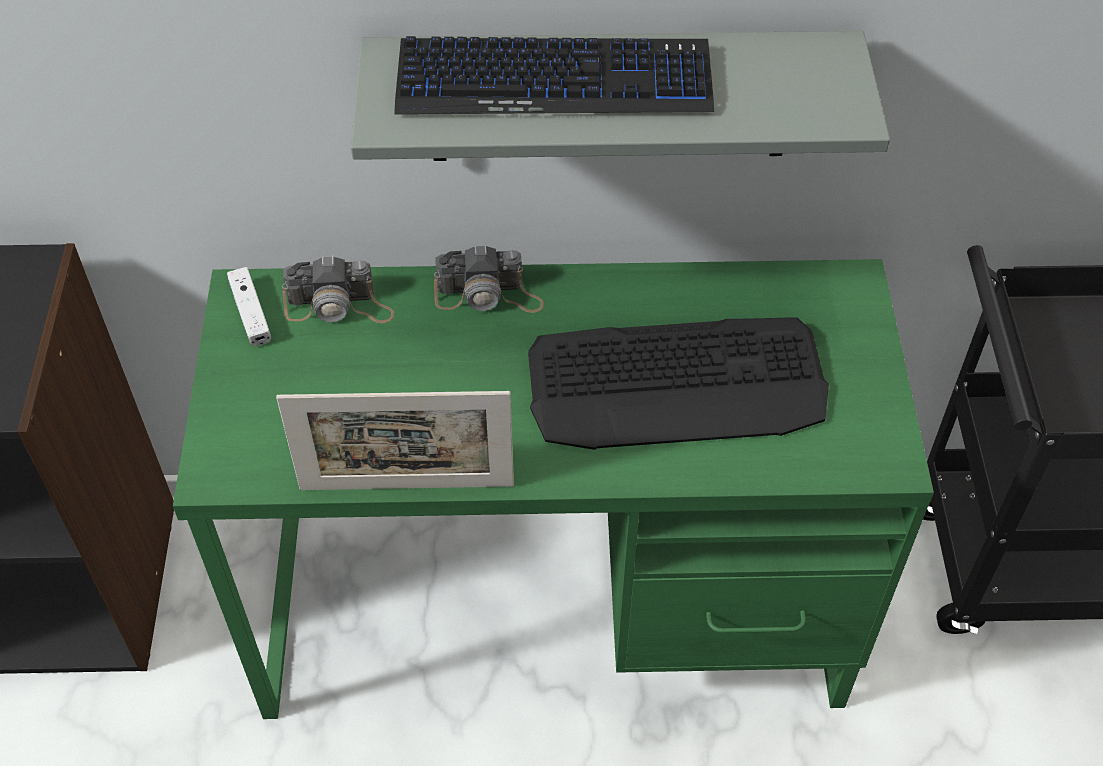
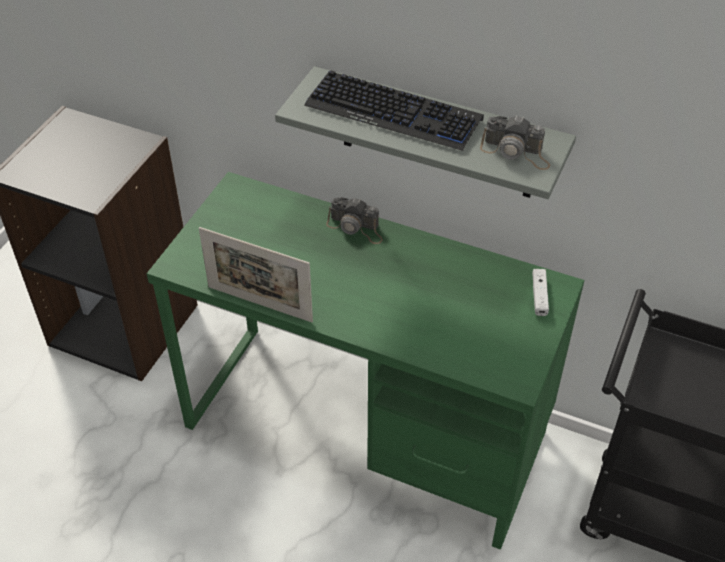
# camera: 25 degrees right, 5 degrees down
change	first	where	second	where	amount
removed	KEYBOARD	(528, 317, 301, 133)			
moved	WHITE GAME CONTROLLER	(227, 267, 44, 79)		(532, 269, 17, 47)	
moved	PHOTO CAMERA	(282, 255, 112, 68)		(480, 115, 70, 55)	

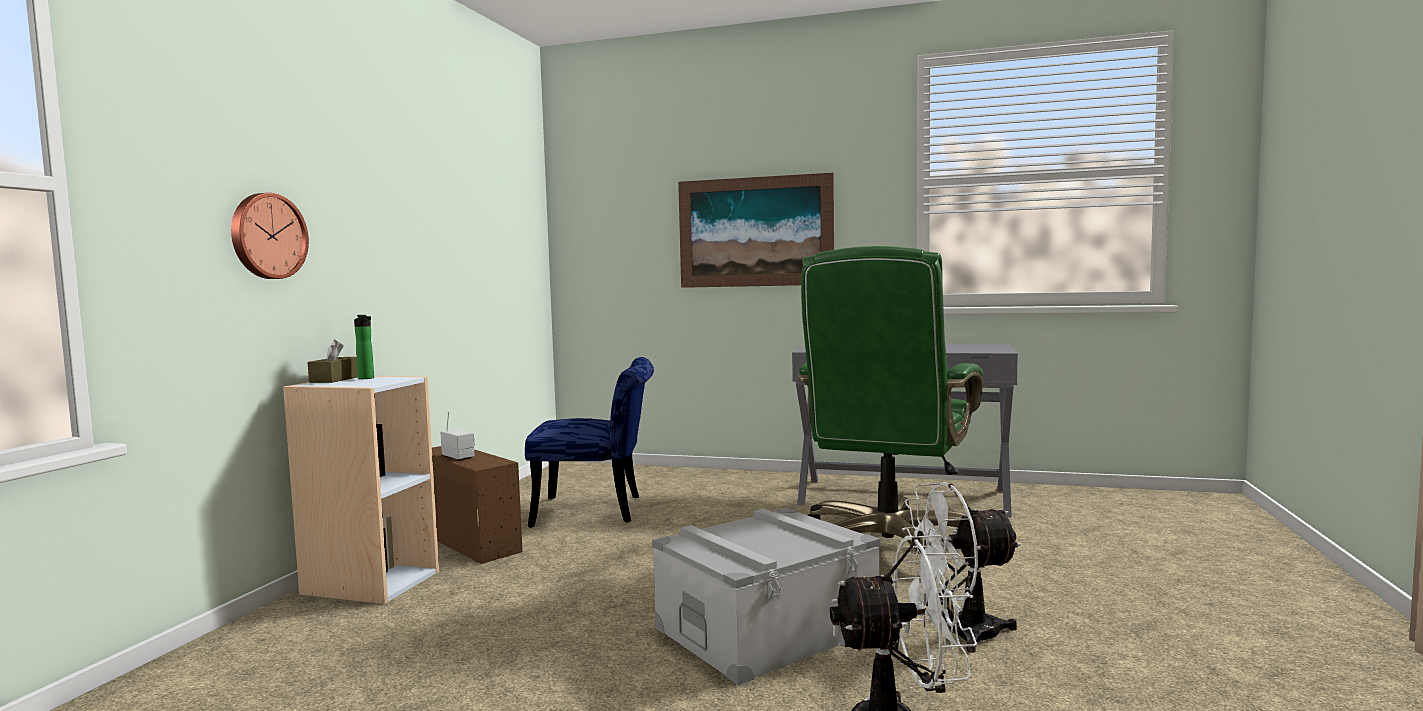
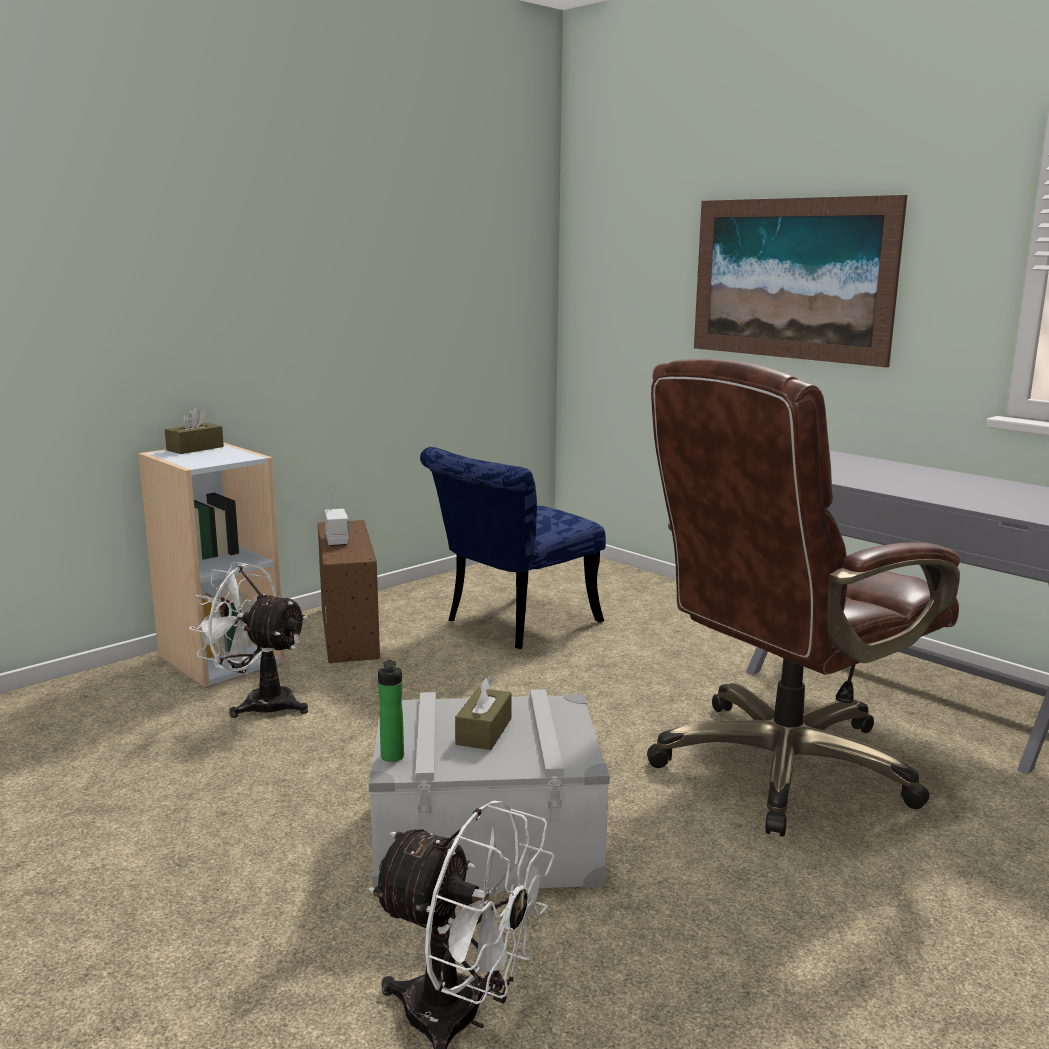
# camera: 30 degrees right, 10 degrees up
change	first	where	second	where	amount
removed	WALL CLOCK	(231, 193, 78, 86)			
added			BROWN TISSUE BOX	(455, 677, 57, 73)	
moved	BOTTLE	(354, 315, 20, 64)		(378, 659, 26, 103)	
moved	WHITE FAN	(902, 482, 120, 171)		(189, 562, 119, 156)	
recoloured	GREEN OFFICE CHAIR	(798, 246, 185, 310)	BROWN OFFICE CHAIR	(647, 359, 313, 478)	
turned	BLUE CHAIR	(525, 357, 129, 171)		(420, 447, 186, 202)	105 degrees clockwise

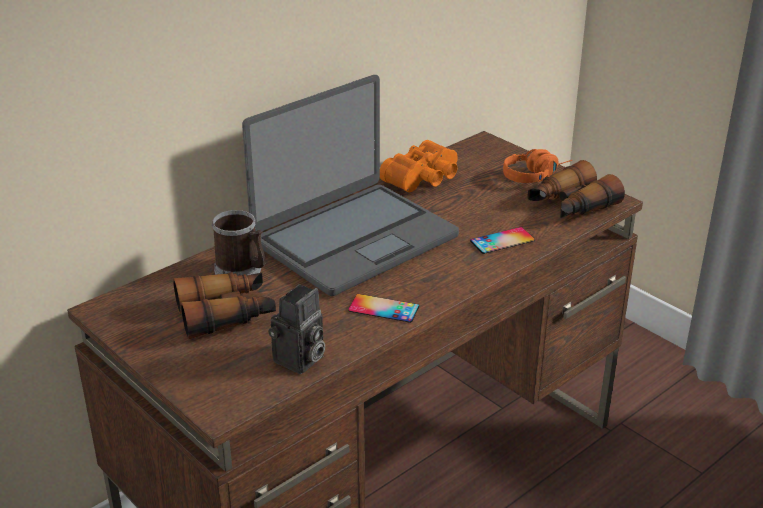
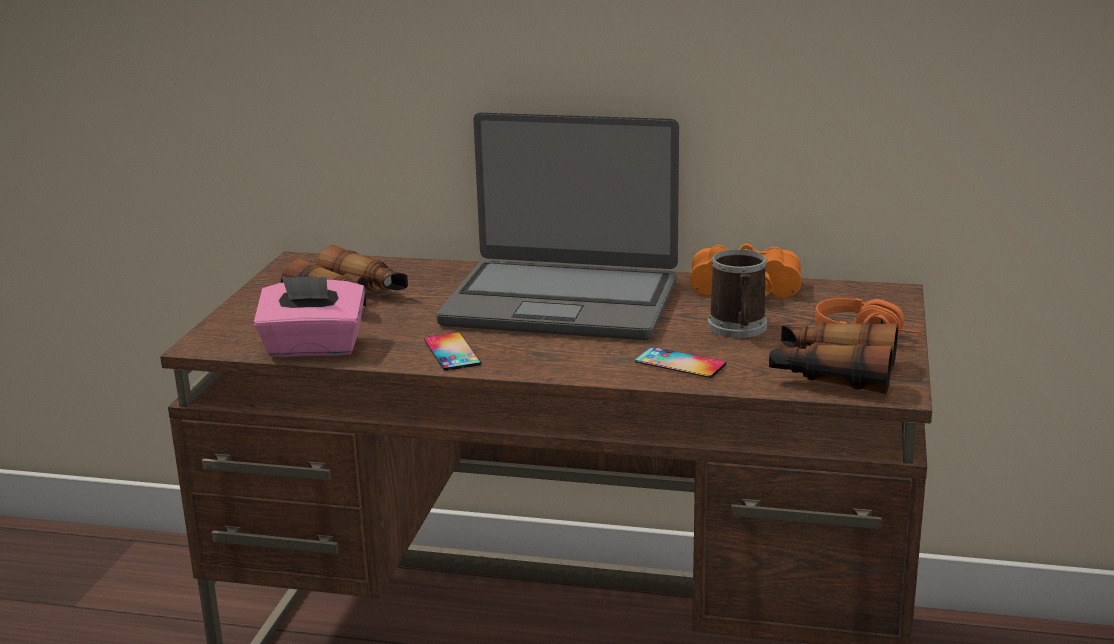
# camera: 55 degrees right, 10 degrees down
change	first	where	second	where	amount
moved	MUG	(212, 210, 54, 66)		(708, 249, 59, 89)	
replaced	PHOTO CAMERA	(268, 284, 57, 90)	PINK TISSUE BOX	(254, 276, 111, 81)	

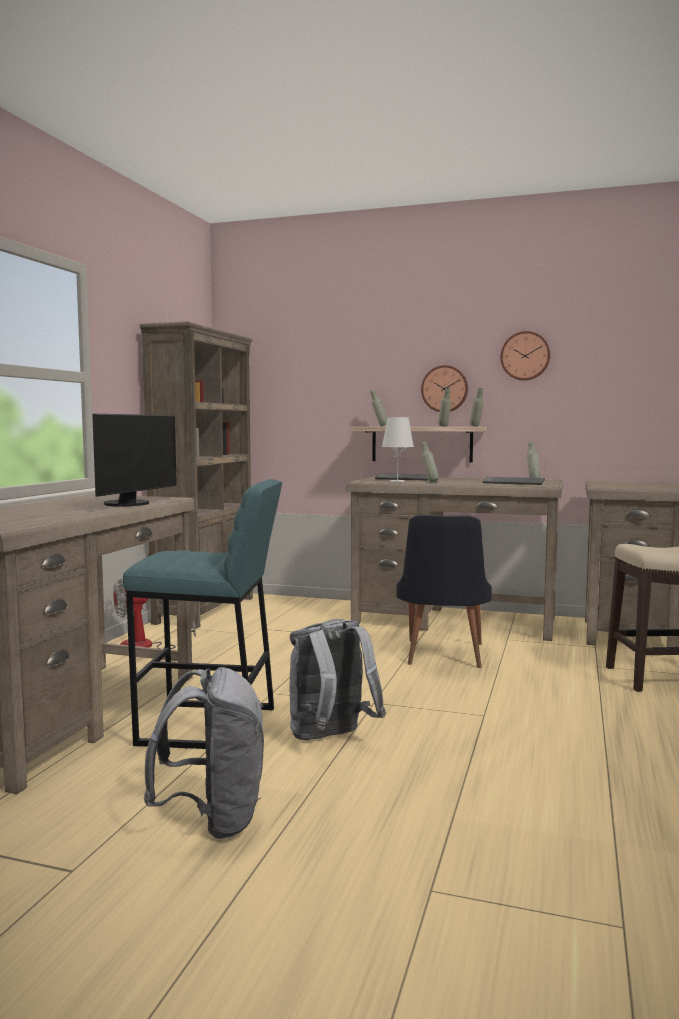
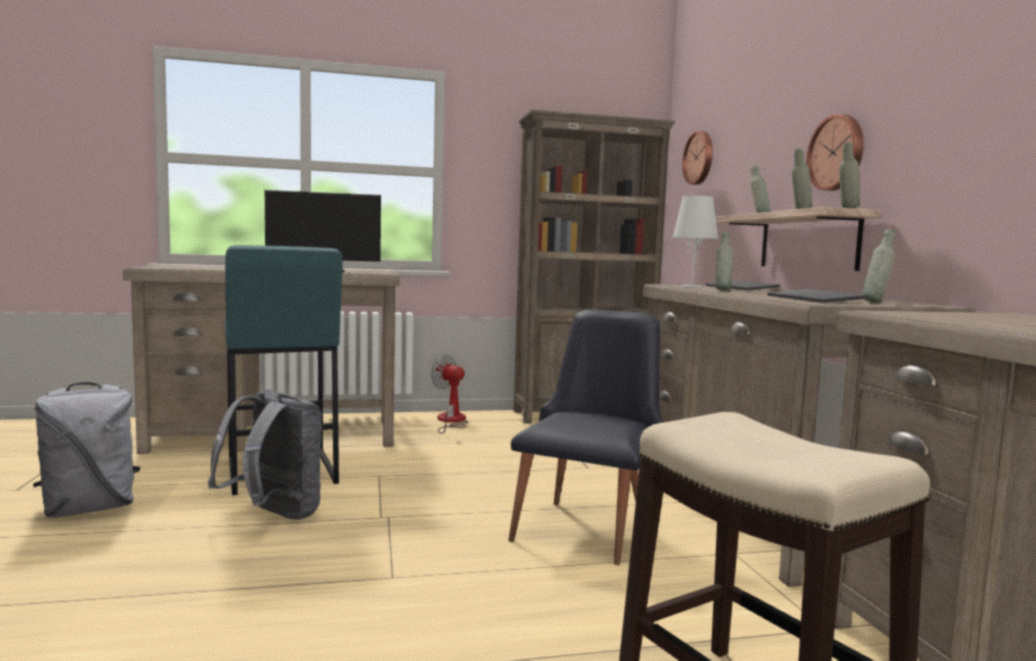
# camera: 60 degrees right, 0 degrees up
change	first	where	second	where	amount
moved	WALL CLOCK	(500, 331, 50, 50)		(682, 131, 31, 54)	
turned	BLACK CHAIR	(396, 514, 96, 154)		(508, 309, 155, 256)	135 degrees clockwise

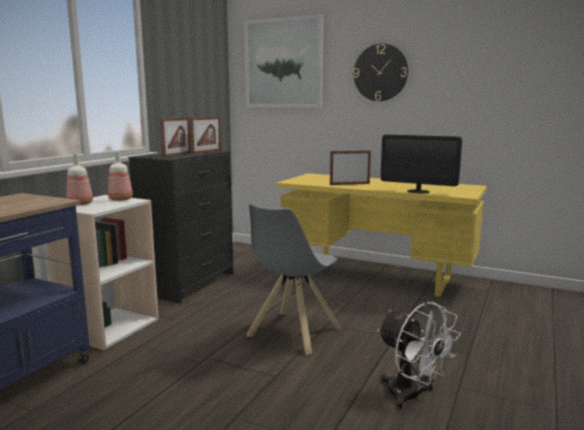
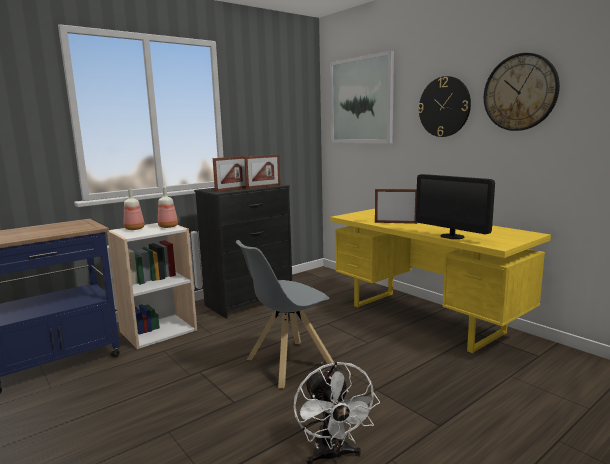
# camera: 25 degrees right, 0 degrees up
change	first	where	second	where	amount
added			WALL CLOCK	(484, 53, 76, 78)	

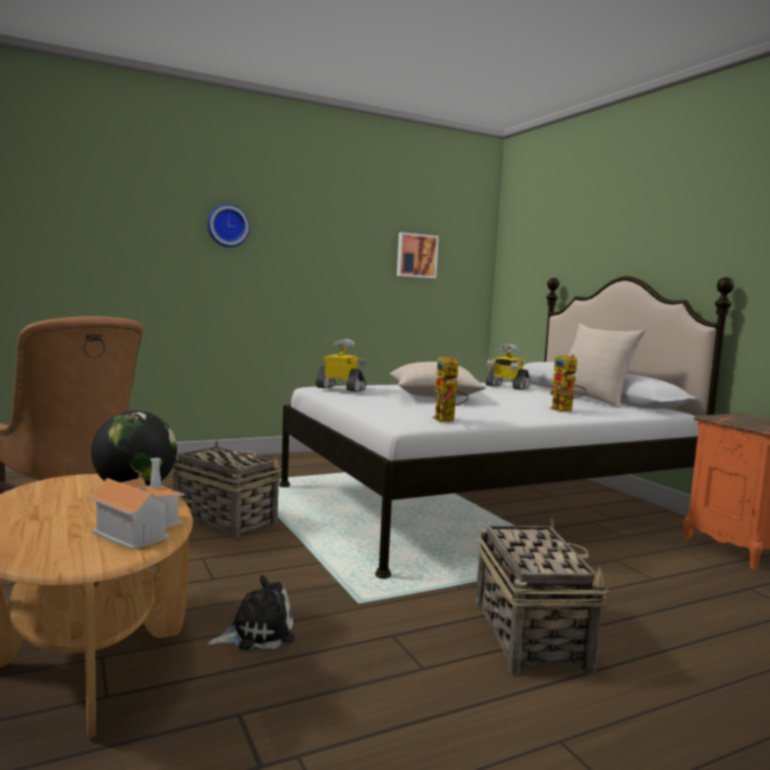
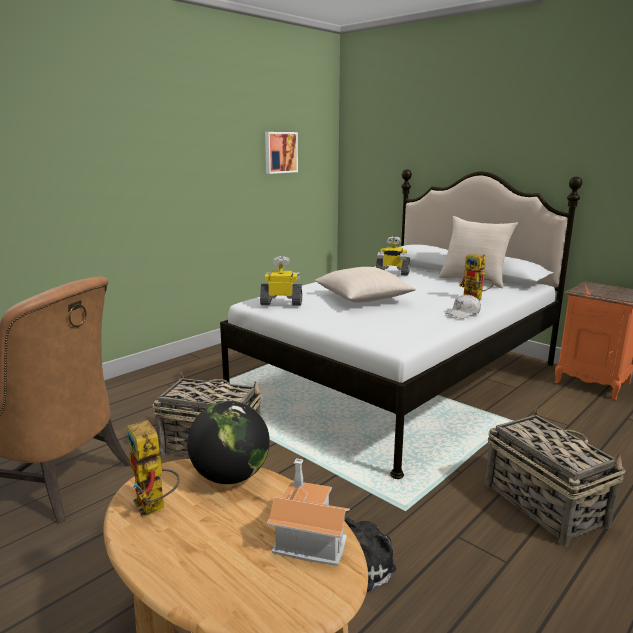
# camera: 20 degrees left, 10 degrees up
change	first	where	second	where	amount
removed	WALL CLOCK	(207, 204, 43, 43)			
added			WHITE CAP	(445, 294, 36, 25)	
moved	TOY ROBOT	(433, 356, 36, 66)		(127, 420, 53, 98)	

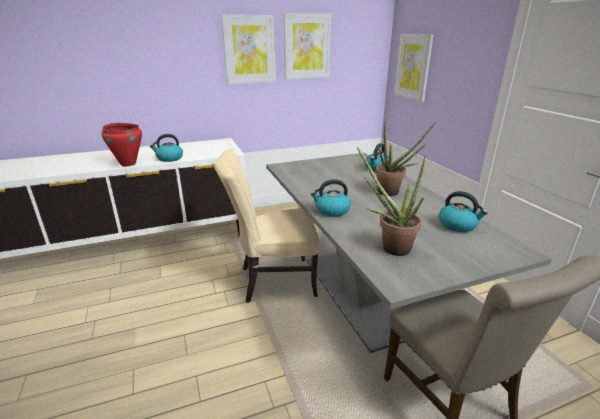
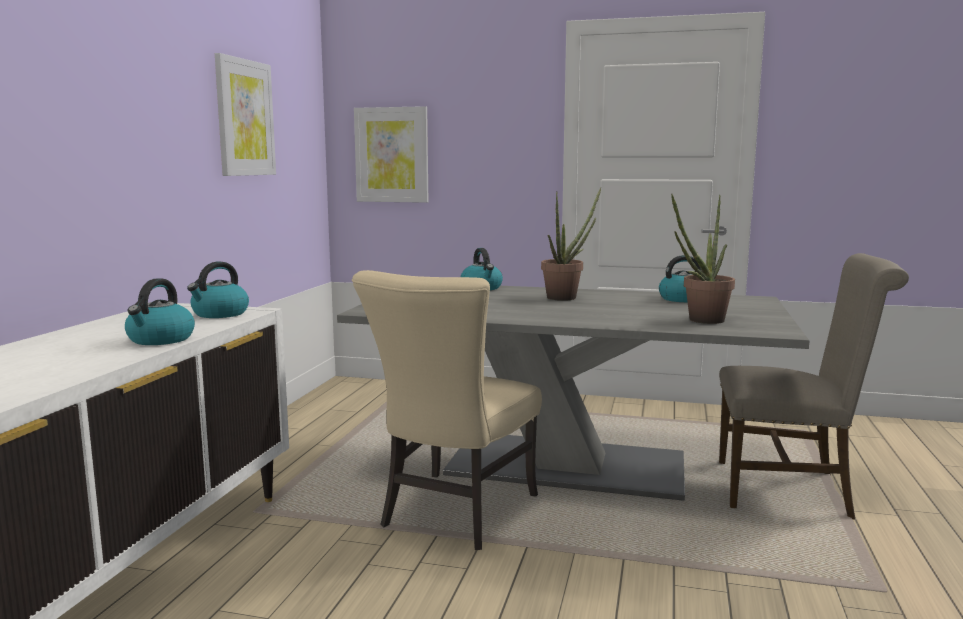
# camera: 55 degrees left, 15 degrees down
change	first	where	second	where	amount
removed	RED COOKING POT	(101, 123, 41, 43)			
removed	PICTURE	(221, 15, 55, 69)			
moved	KETTLE	(310, 179, 41, 38)		(187, 261, 62, 57)	

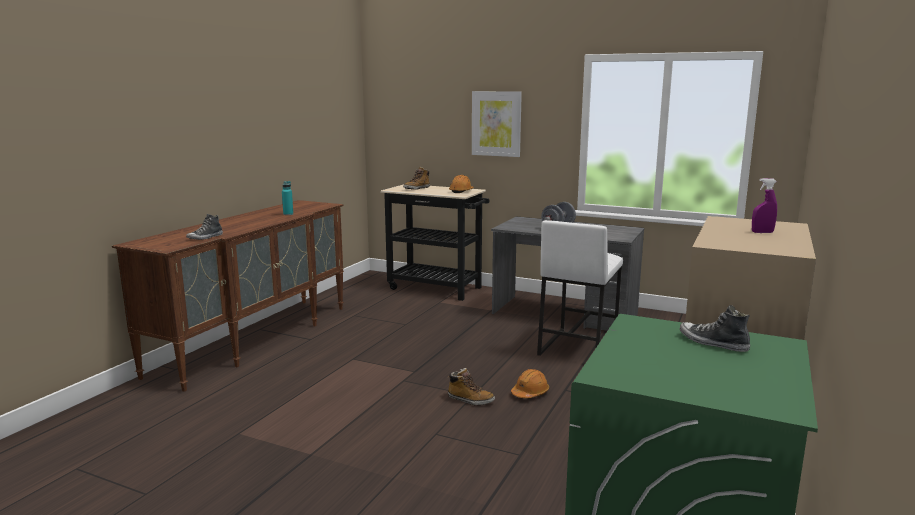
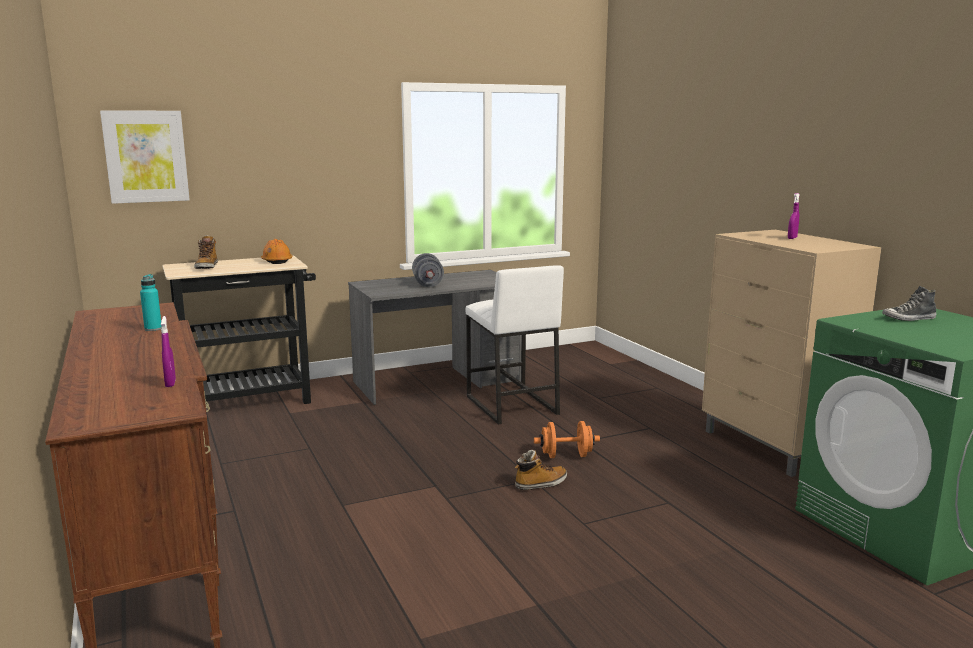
# camera: 50 degrees left, 0 degrees up
change	first	where	second	where	amount
moved	PICTURE	(472, 91, 50, 66)		(100, 110, 90, 94)	
replaced	SHOE	(186, 214, 37, 26)	PURPLE SPRAY BOTTLE	(161, 316, 15, 71)	
replaced	ORANGE HARD HAT	(511, 369, 38, 29)	ORANGE DUMBBELL	(534, 421, 66, 37)	

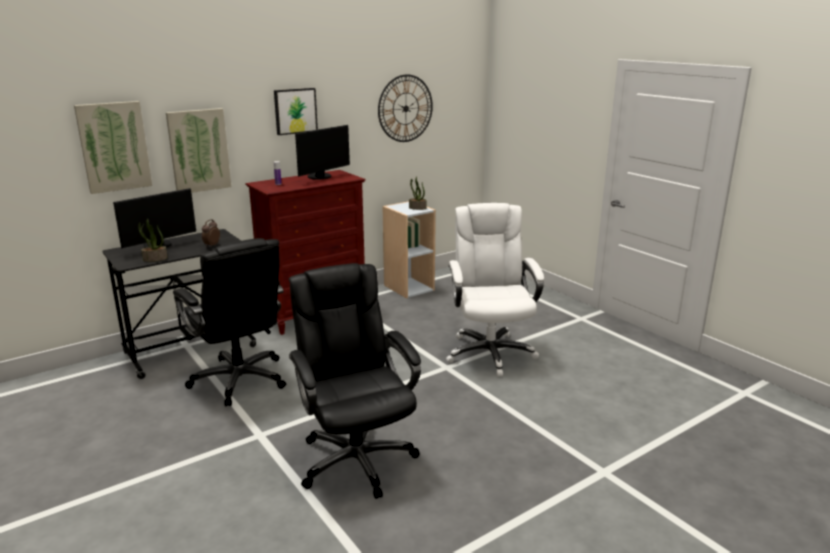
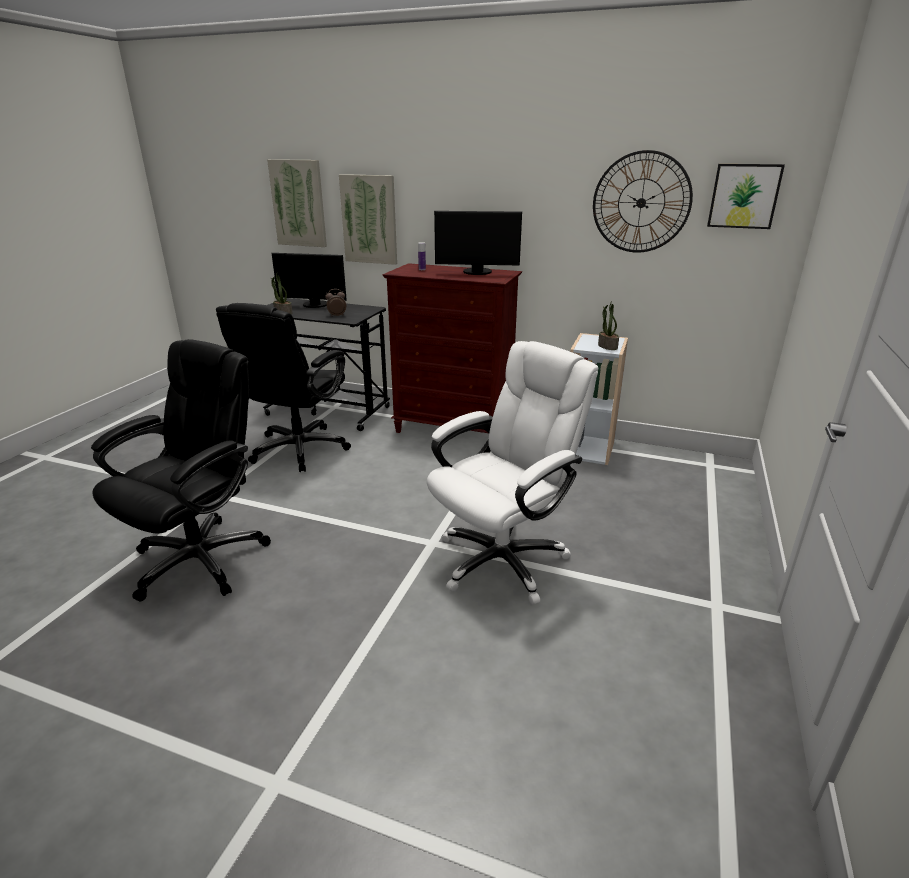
# camera: 55 degrees right, 5 degrees up
change	first	where	second	where	amount
moved	PICTURE	(274, 88, 44, 47)		(707, 164, 78, 65)	

